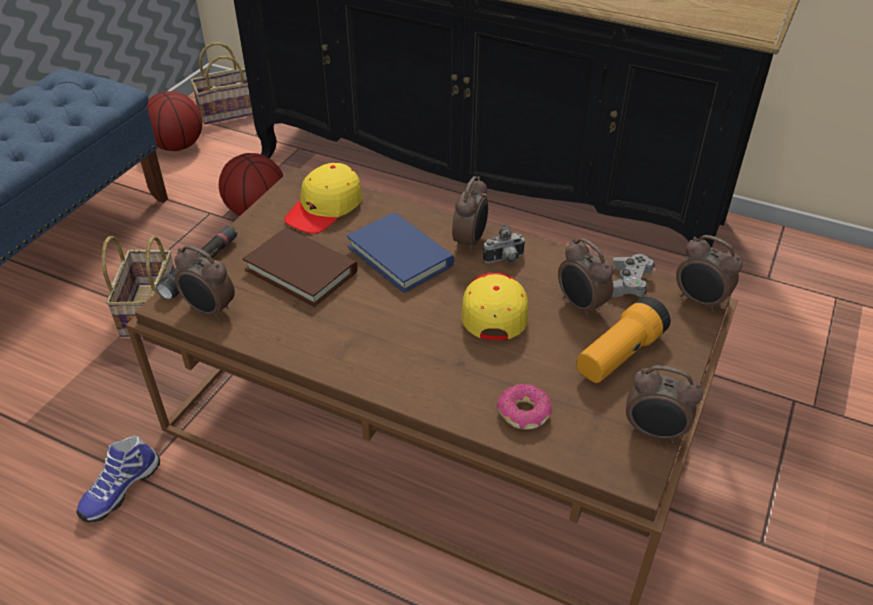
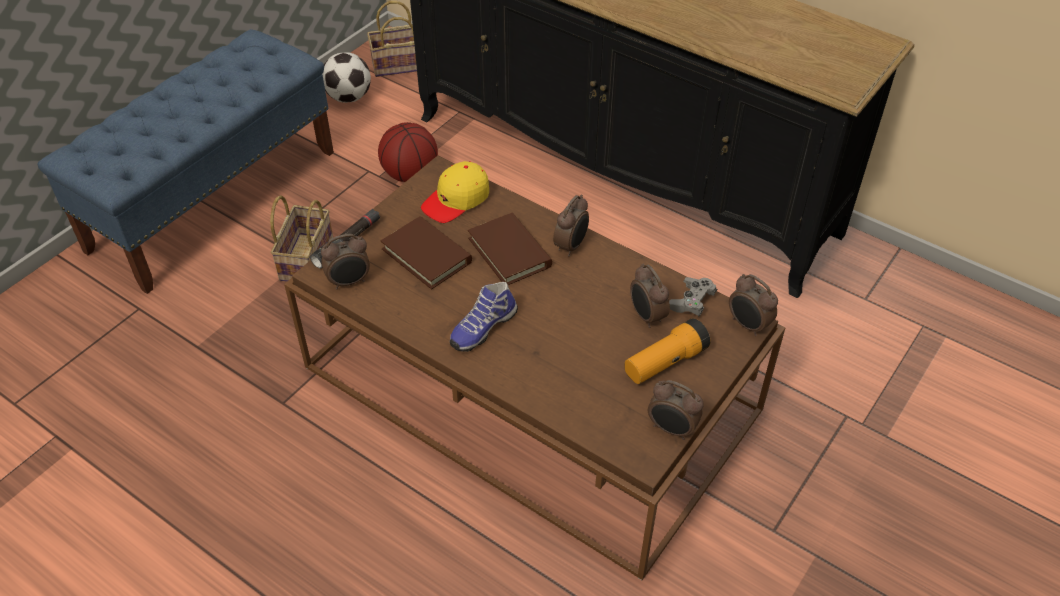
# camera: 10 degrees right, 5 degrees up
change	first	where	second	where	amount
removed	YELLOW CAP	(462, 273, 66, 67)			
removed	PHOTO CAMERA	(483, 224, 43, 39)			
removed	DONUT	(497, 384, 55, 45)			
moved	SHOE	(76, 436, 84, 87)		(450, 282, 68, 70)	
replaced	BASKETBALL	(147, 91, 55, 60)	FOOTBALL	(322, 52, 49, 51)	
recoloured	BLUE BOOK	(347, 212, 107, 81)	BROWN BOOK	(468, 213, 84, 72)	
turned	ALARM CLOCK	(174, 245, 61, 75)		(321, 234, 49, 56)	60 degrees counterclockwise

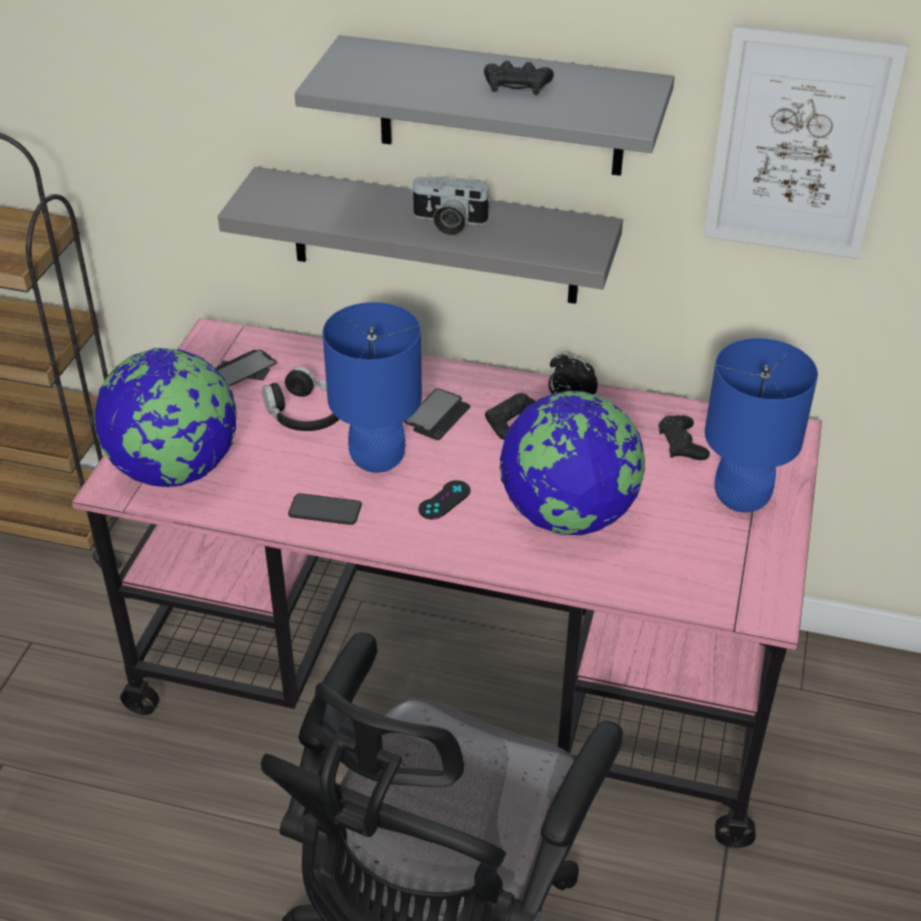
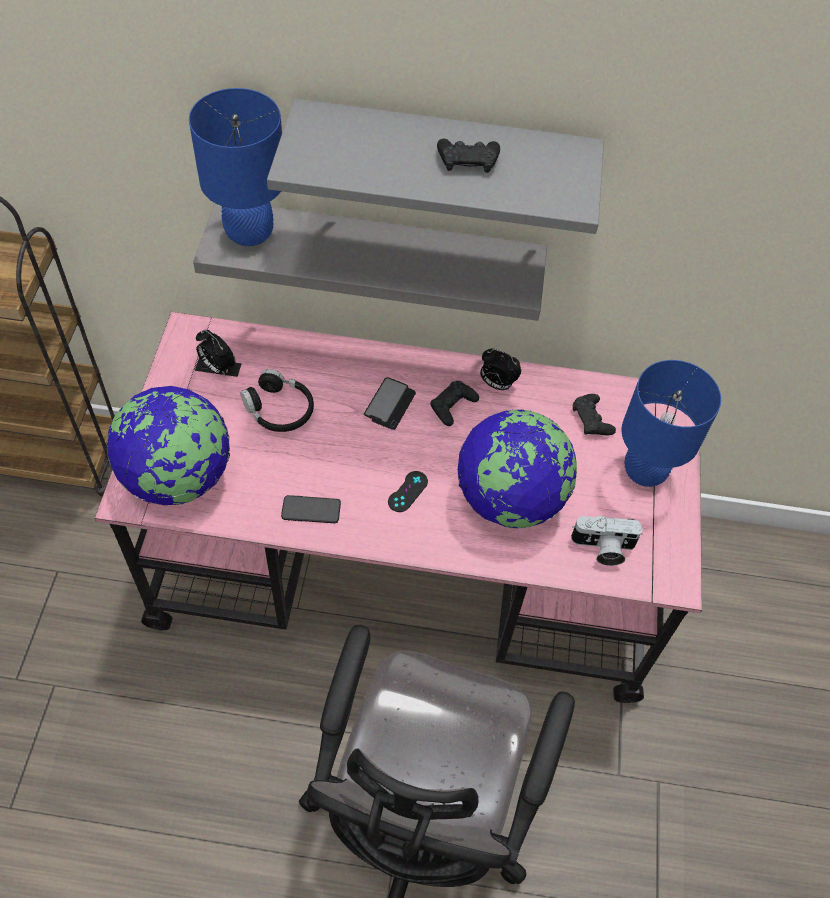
# camera: 10 degrees left, 15 degrees up
change	first	where	second	where	amount
removed	PICTURE	(704, 24, 204, 235)			
moved	BLUE TABLE LAMP	(323, 302, 99, 171)		(189, 88, 93, 158)	
moved	PHOTO CAMERA	(410, 176, 81, 59)		(571, 516, 72, 50)	
replaced	PHONE	(215, 350, 61, 37)	ALARM CLOCK	(196, 330, 39, 46)	

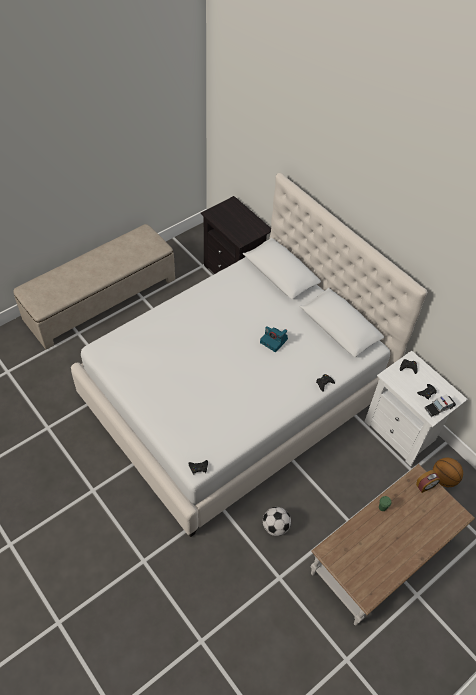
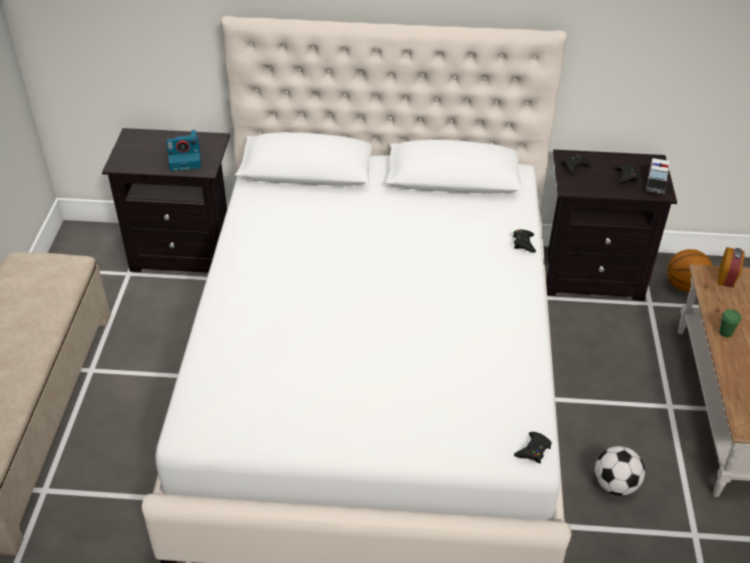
# camera: 45 degrees left, 10 degrees down
change	first	where	second	where	amount
moved	PHOTO CAMERA	(260, 326, 28, 26)		(166, 130, 35, 41)	
recoloured	WHITE NIGHTSTAND	(364, 351, 104, 116)	BLACK NIGHTSTAND	(546, 150, 131, 151)	

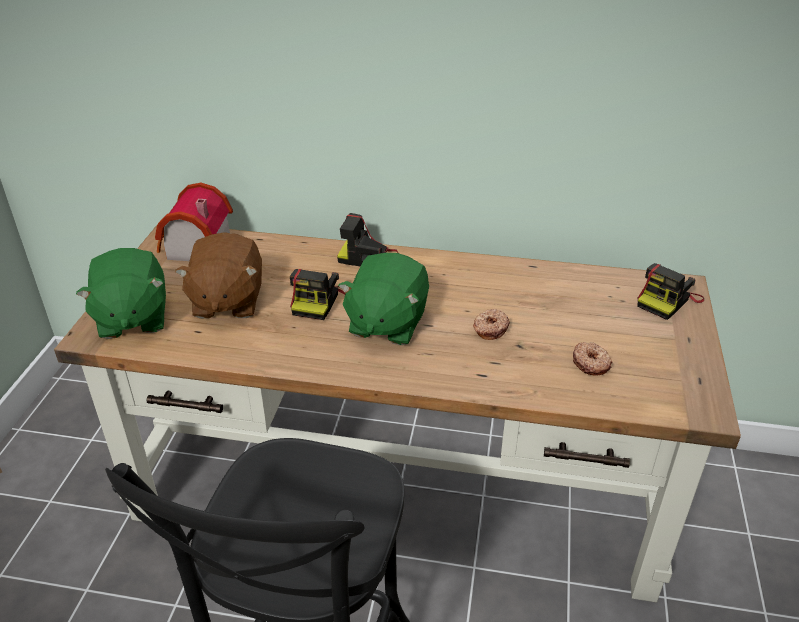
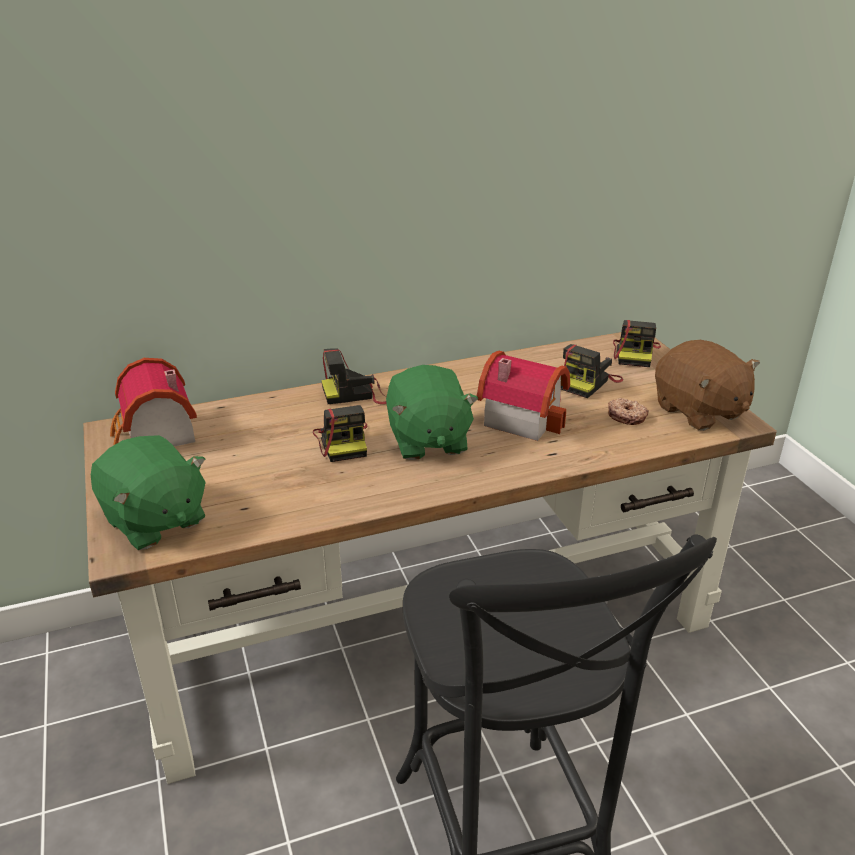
# camera: 30 degrees left, 5 degrees down
change	first	where	second	where	amount
added			PHOTO CAMERA	(561, 344, 62, 54)	
moved	BROWN PLUSH TOY	(175, 232, 87, 87)		(655, 340, 105, 91)	
replaced	DONUT	(473, 309, 37, 31)	TOY HOUSE	(477, 351, 93, 90)	

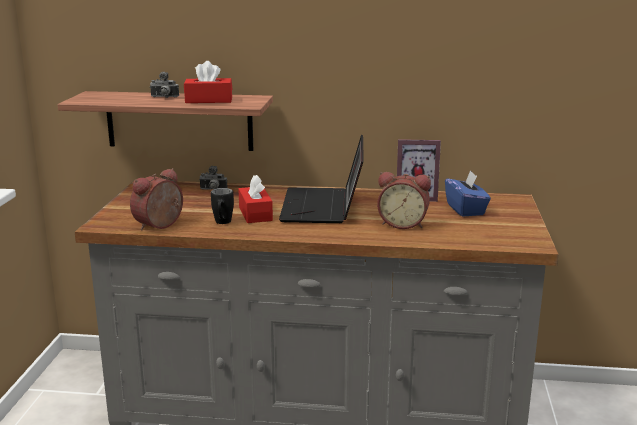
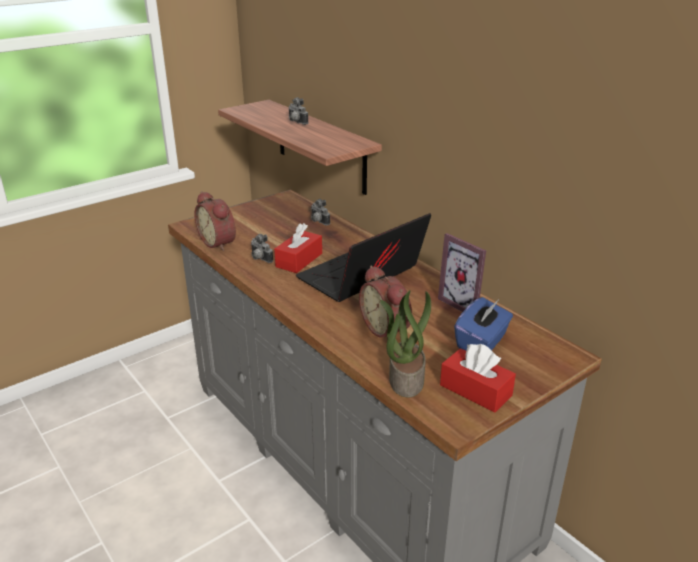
# camera: 45 degrees right, 10 degrees up
change	first	where	second	where	amount
added			POTTED PLANT	(380, 290, 51, 107)	
moved	RED TISSUE BOX	(184, 61, 48, 42)		(440, 344, 76, 69)	
replaced	BLACK MUG	(211, 188, 23, 36)	PHOTO CAMERA	(251, 234, 22, 29)	
turned	ALARM CLOCK	(130, 168, 53, 63)		(194, 191, 42, 60)	120 degrees counterclockwise

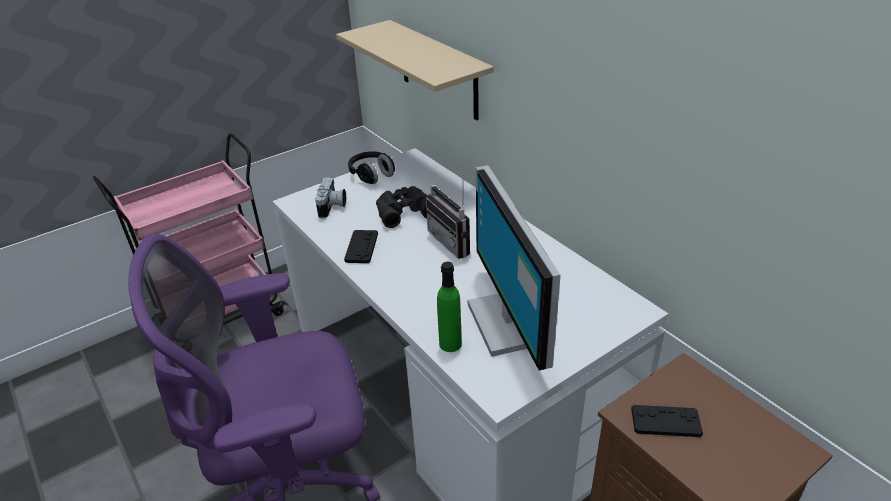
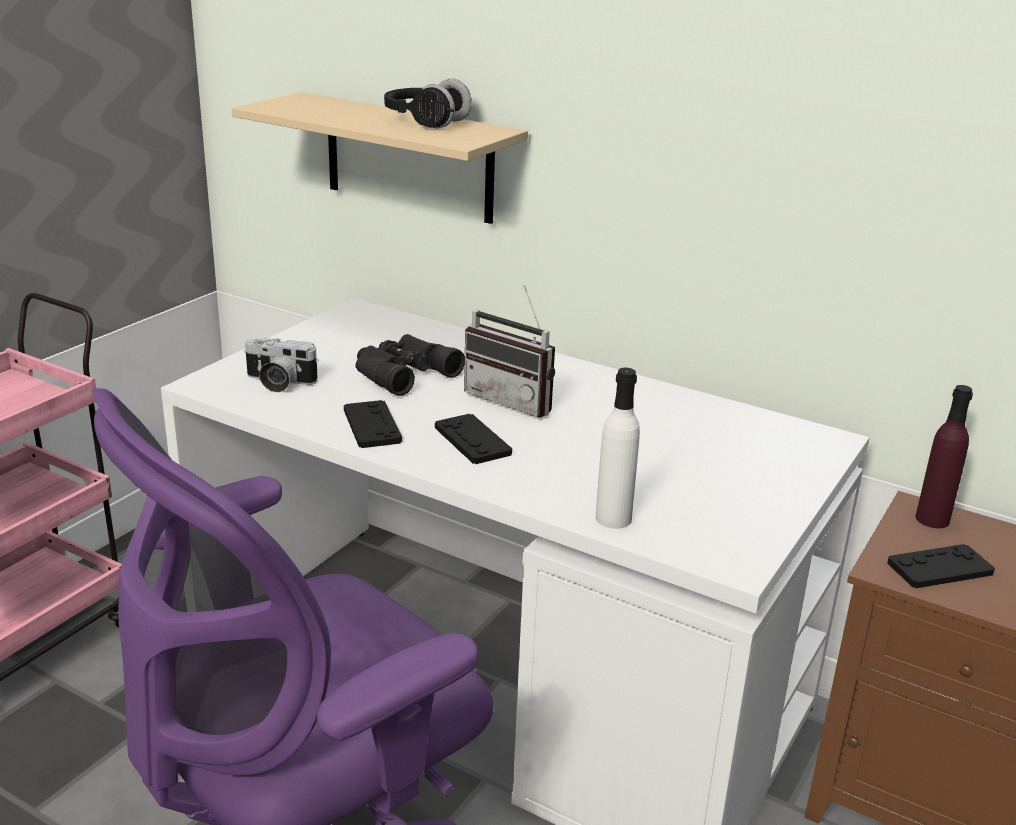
# camera: 25 degrees left, 10 degrees down
change	first	where	second	where	amount
removed	MONITOR	(468, 165, 93, 206)			
added			BLACK GAME CONTROLLER	(435, 414, 77, 50)	
added			PURPLE BOTTLE	(915, 385, 58, 143)	
moved	BLACK HEADPHONES	(348, 152, 47, 32)		(384, 78, 88, 51)	
recoloured	GREEN BOTTLE	(437, 262, 25, 90)	WHITE BOTTLE	(596, 368, 44, 161)	
turned	PHOTO CAMERA	(315, 177, 31, 42)		(244, 338, 75, 54)	120 degrees clockwise

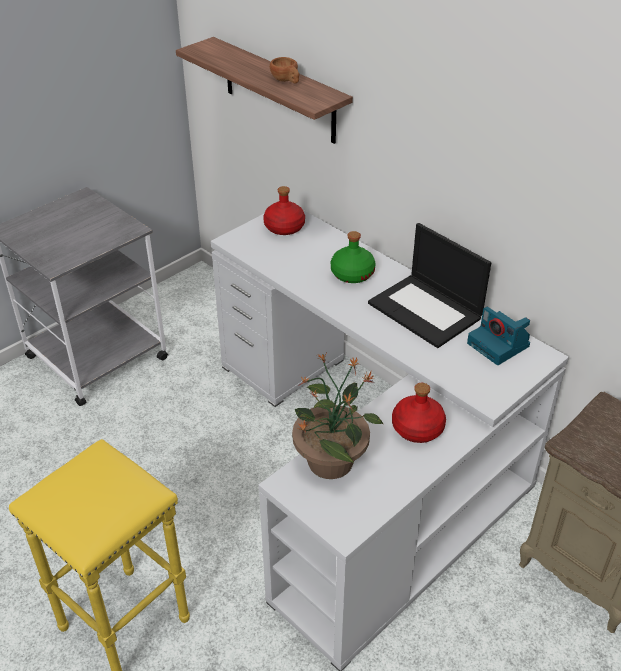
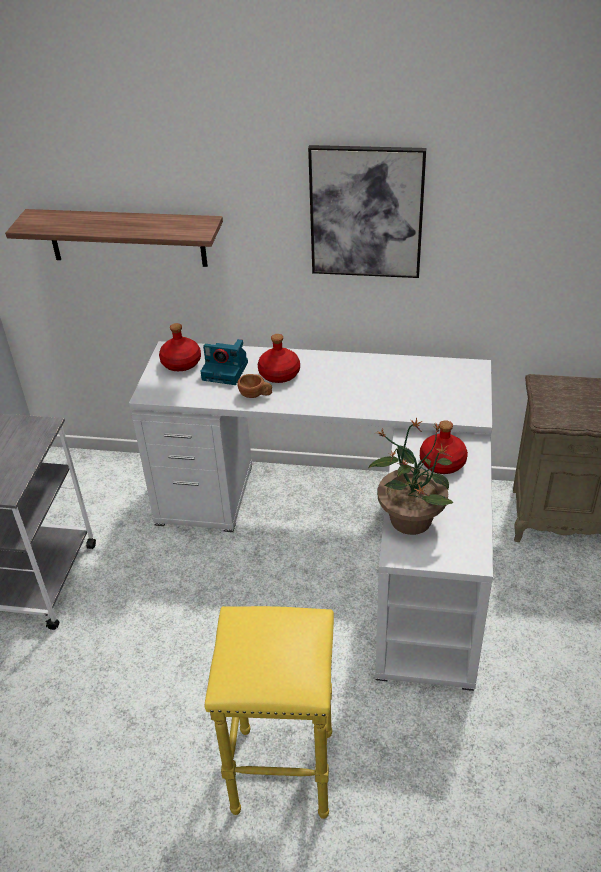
# camera: 35 degrees left, 0 degrees up
change	first	where	second	where	amount
removed	LAPTOP	(368, 223, 123, 125)			
added			PICTURE	(308, 145, 118, 133)	
moved	BROWN CUP	(270, 57, 29, 27)		(237, 374, 35, 24)	
moved	PHOTO CAMERA	(467, 307, 63, 58)		(200, 339, 48, 46)	
recoloured	GREEN BOTTLE	(331, 231, 45, 52)	RED BOTTLE	(258, 334, 42, 49)	

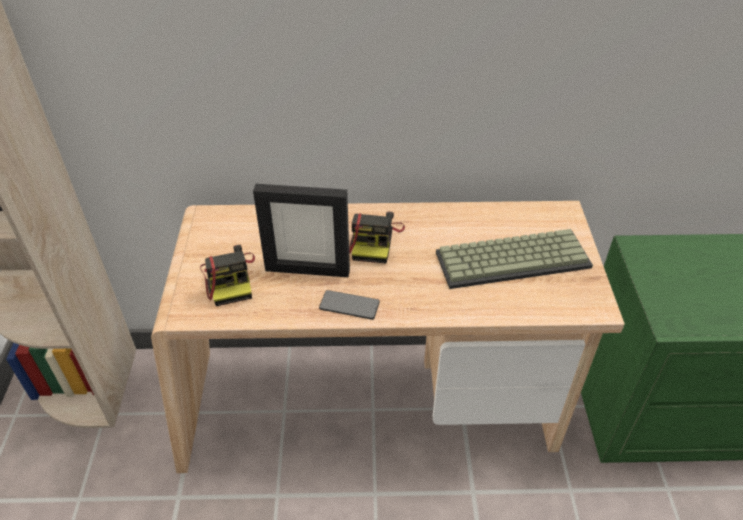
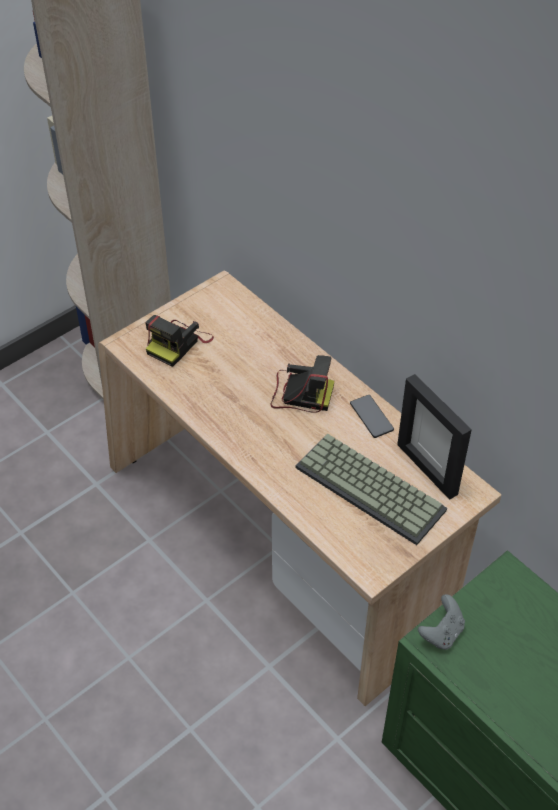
# camera: 50 degrees right, 5 degrees up
change	first	where	second	where	amount
added			GREY GAME CONTROLLER	(418, 594, 47, 56)	
moved	PICTURE FRAME	(253, 184, 97, 93)		(397, 374, 74, 126)	
moved	PHONE	(319, 290, 61, 30)		(350, 395, 44, 43)	
turned	PHOTO CAMERA	(349, 212, 56, 52)		(270, 355, 65, 58)	135 degrees counterclockwise

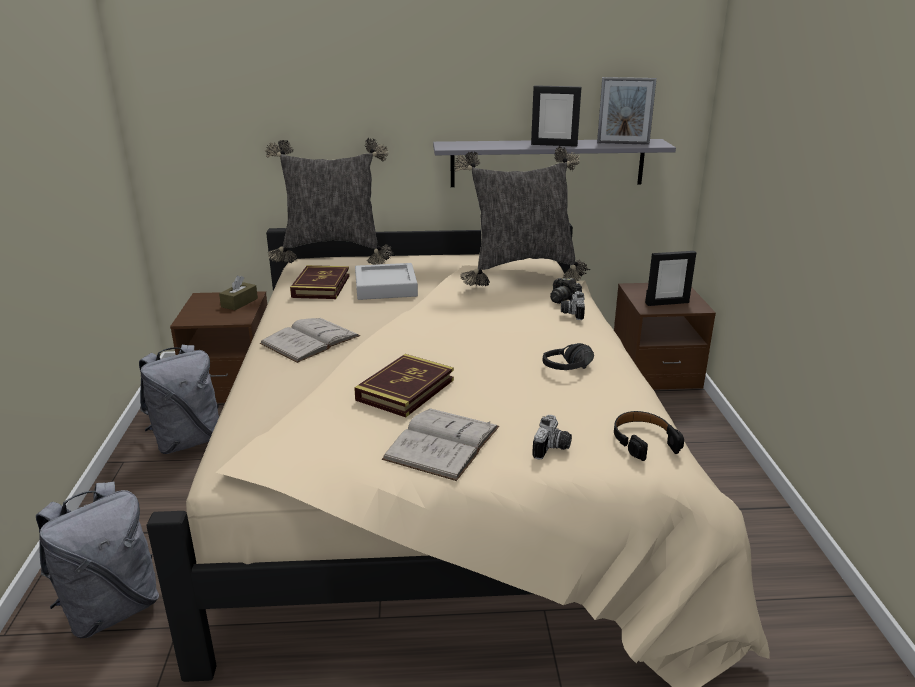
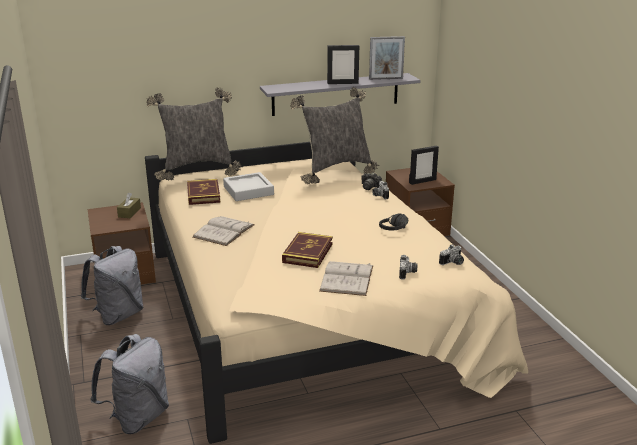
# camera: 15 degrees left, 0 degrees up
change	first	where	second	where	amount
replaced	BLACK HEADPHONES	(614, 411, 70, 50)	PHOTO CAMERA	(439, 244, 25, 21)	

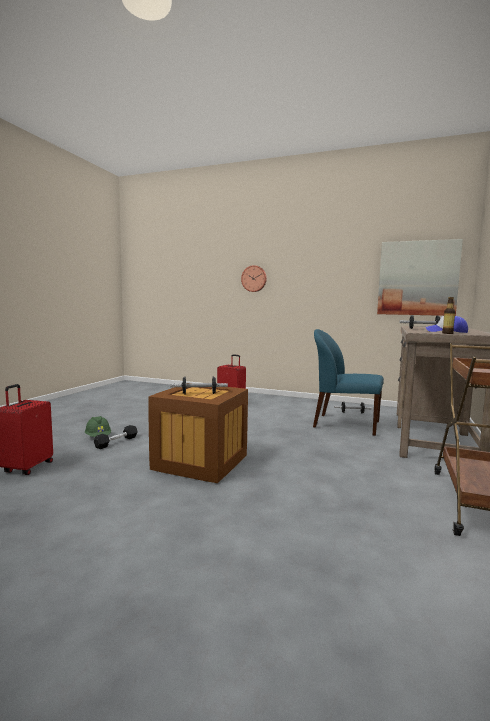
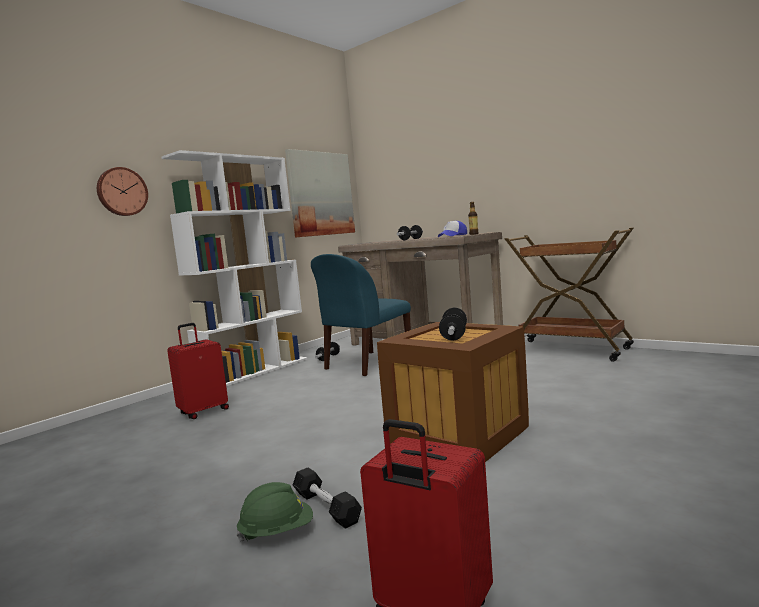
# camera: 70 degrees left, 0 degrees up
change	first	where	second	where	amount
added			WHITE BOOKCASE	(162, 150, 145, 236)	

